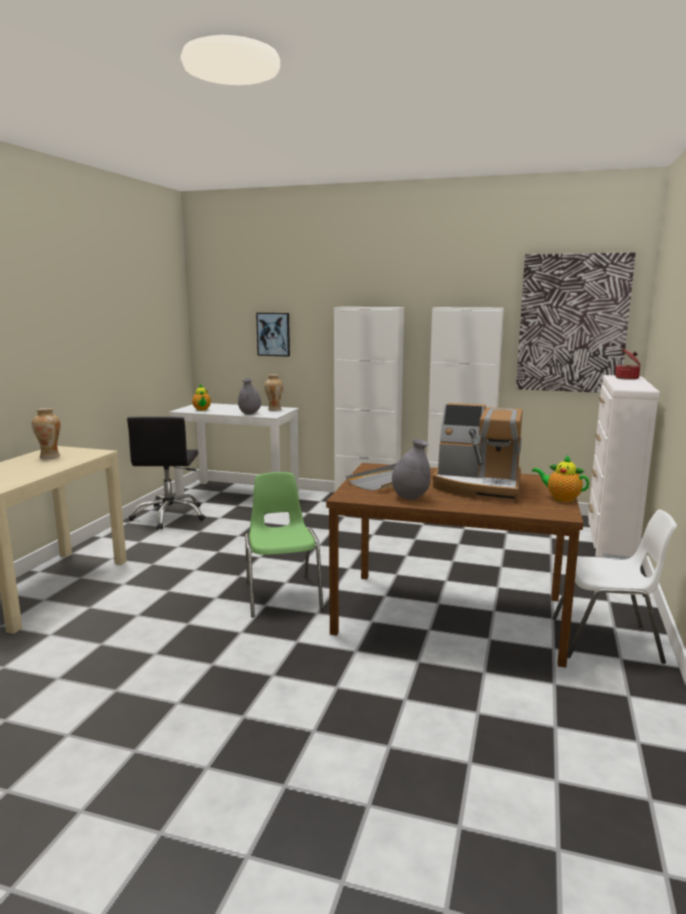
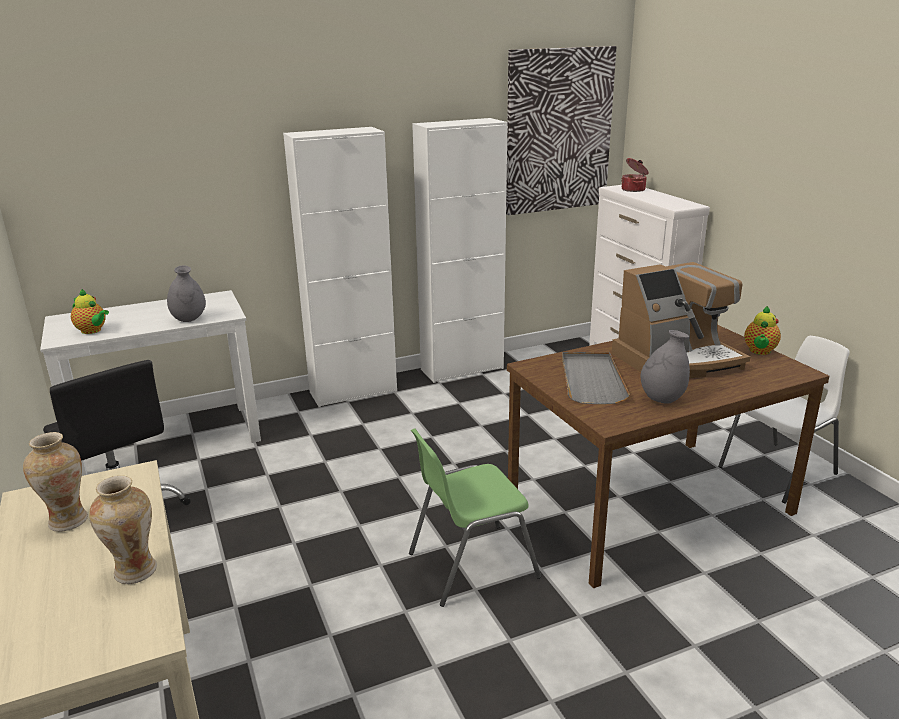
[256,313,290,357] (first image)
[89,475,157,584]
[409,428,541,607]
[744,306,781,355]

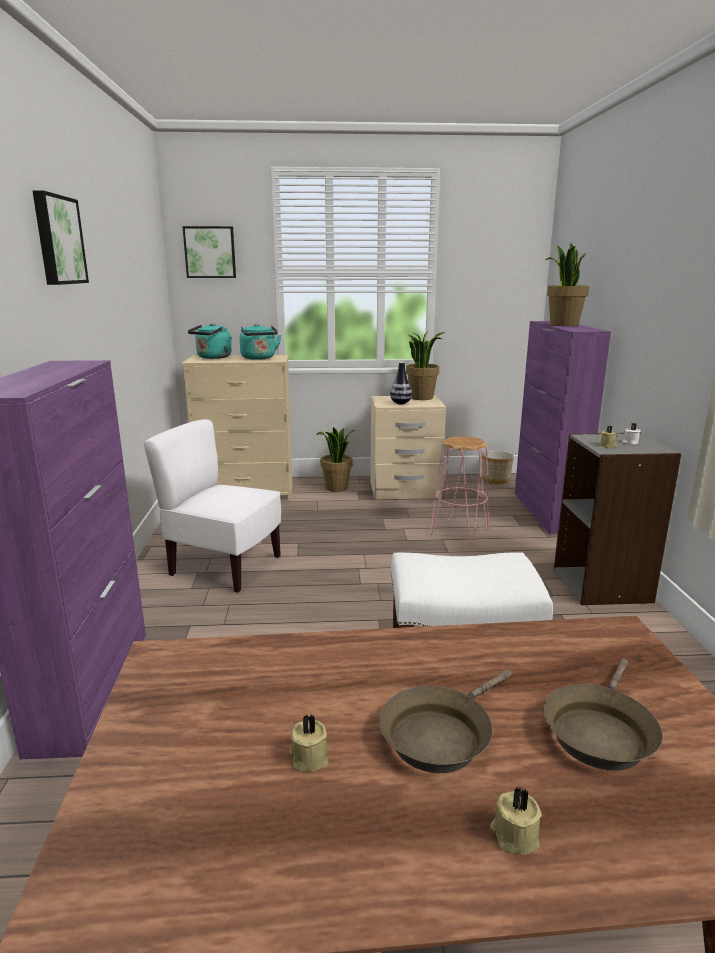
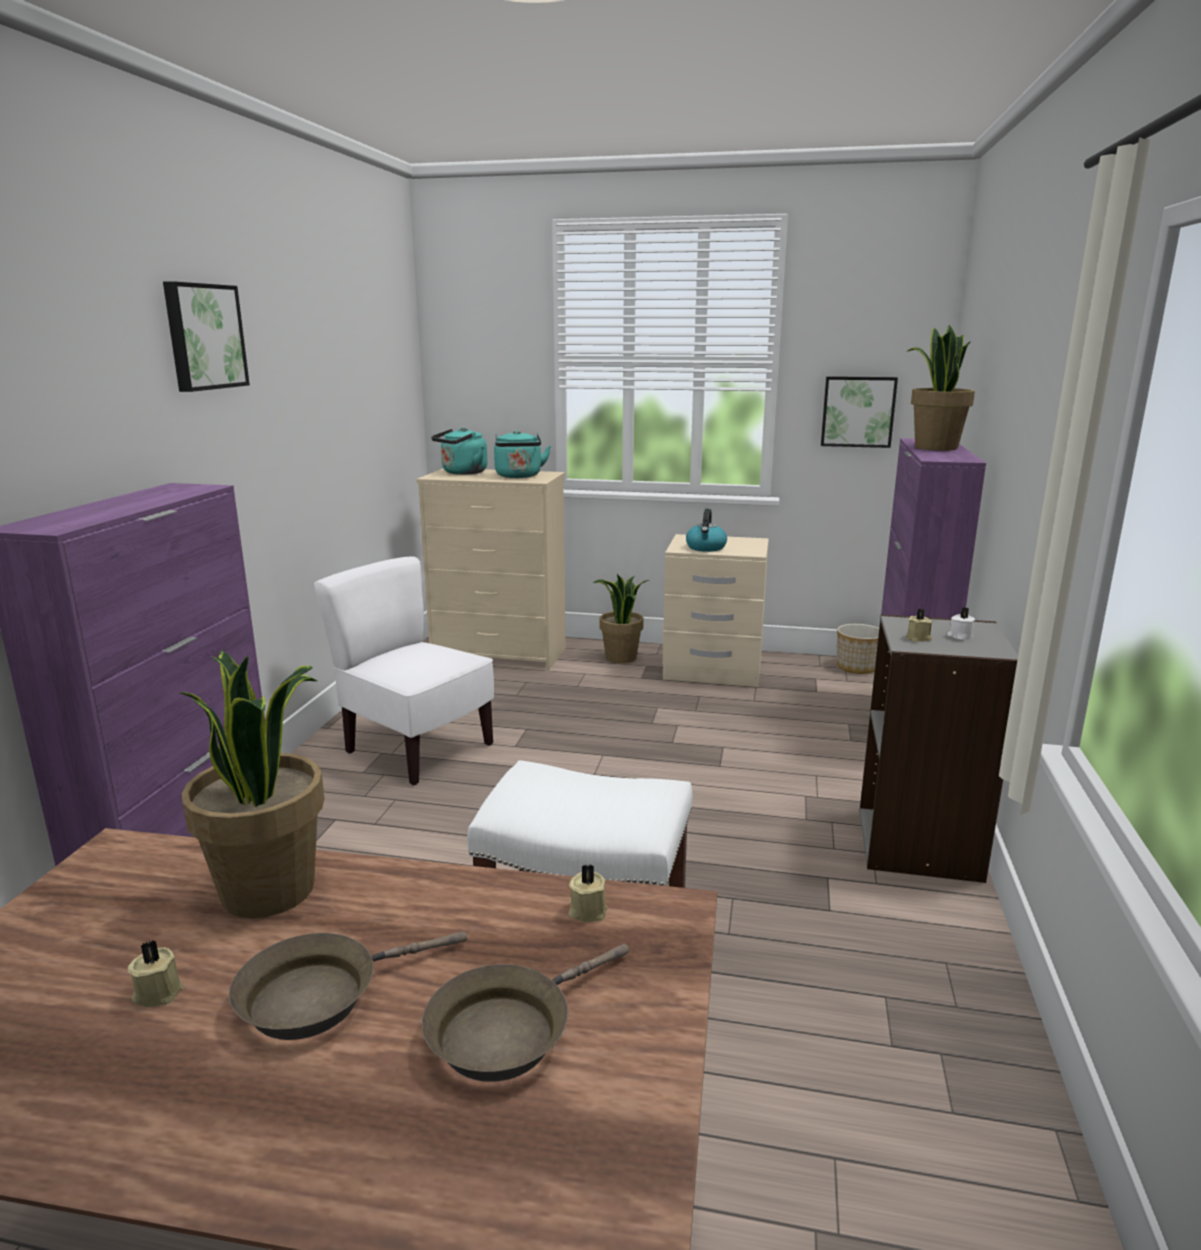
[430,436,489,544] (first image)
[821,376,898,448]
[180,650,325,918]
[568,864,607,922]
[686,509,727,552]

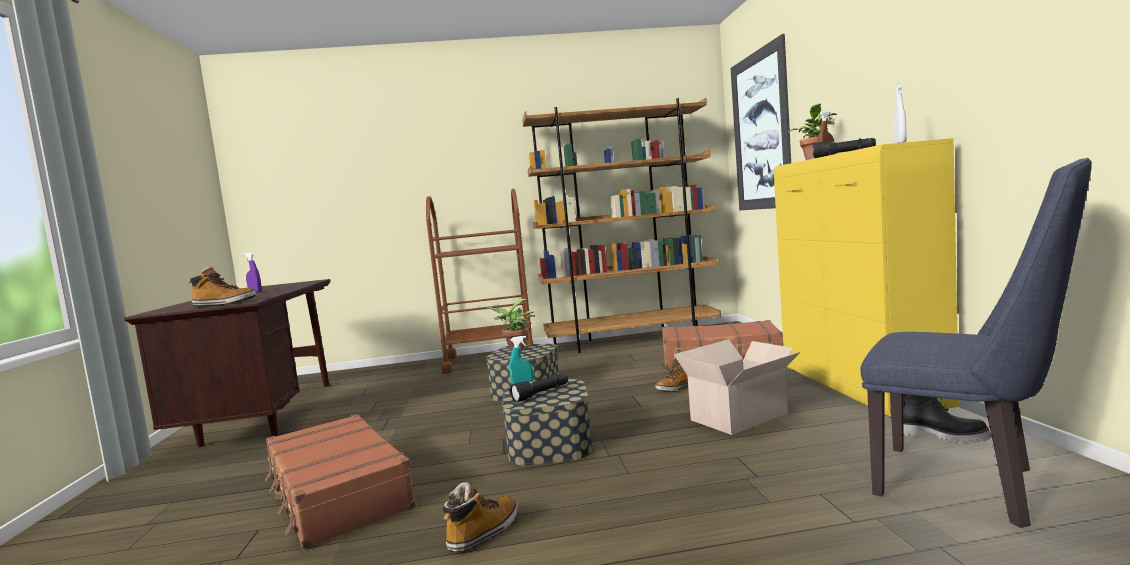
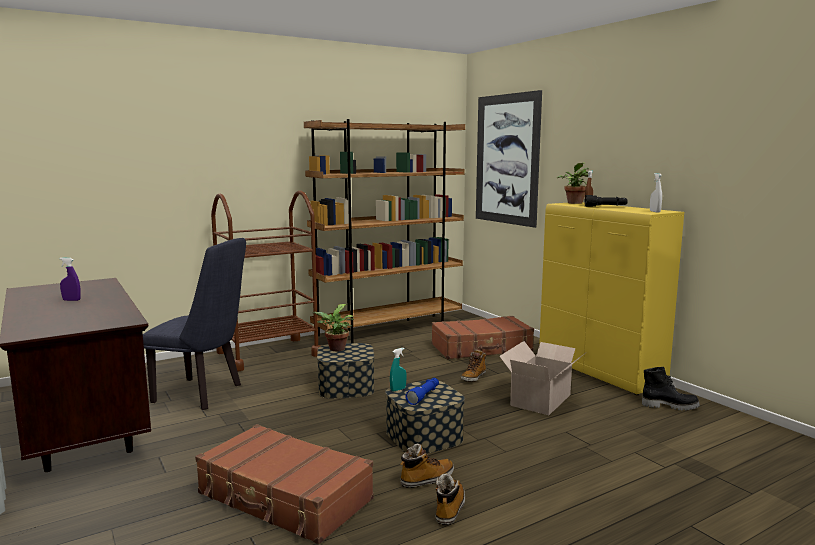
[400,444,454,488]
[143,238,246,410]
[405,378,439,405]

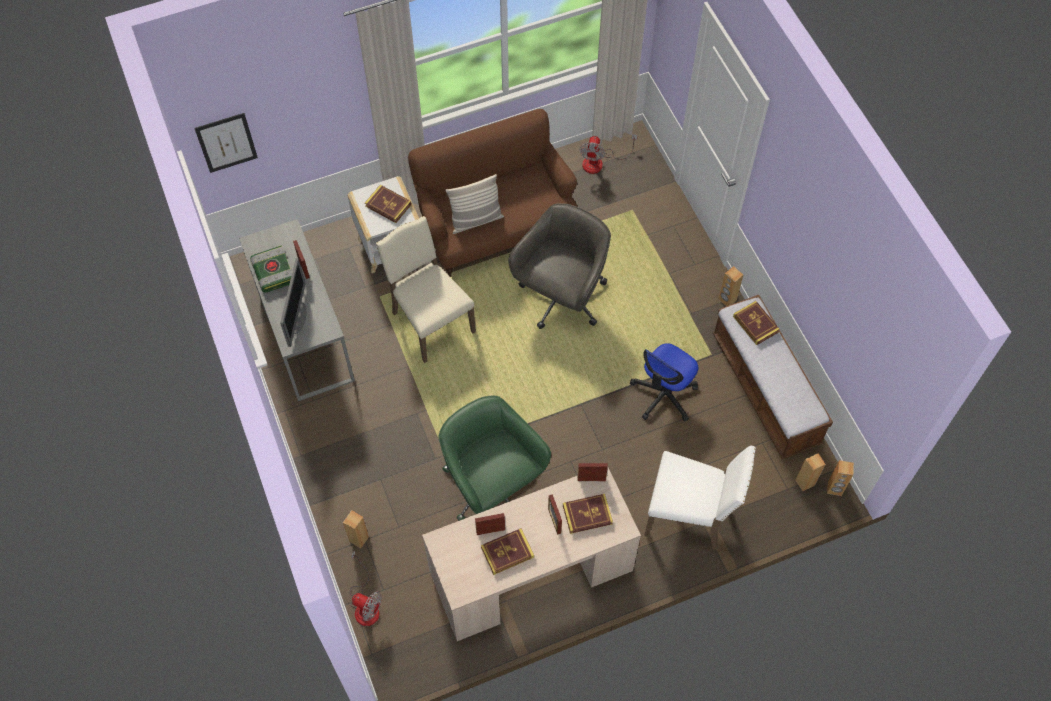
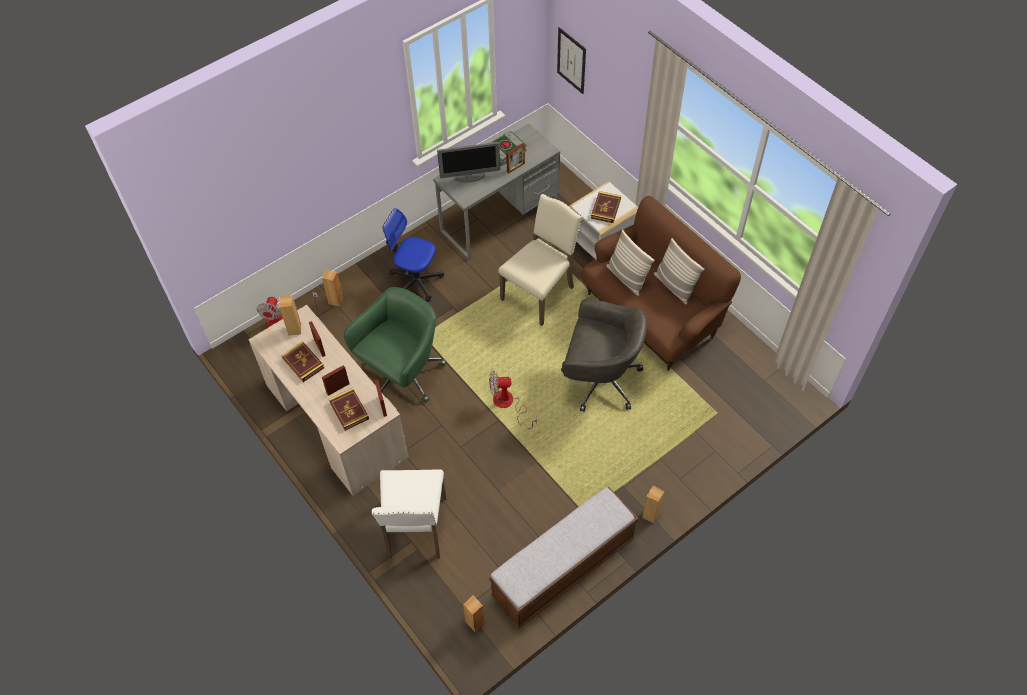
[733,301,780,345] (first image)
[654,238,704,305]
[489,370,537,429]
[382,208,444,302]
[279,295,301,335]

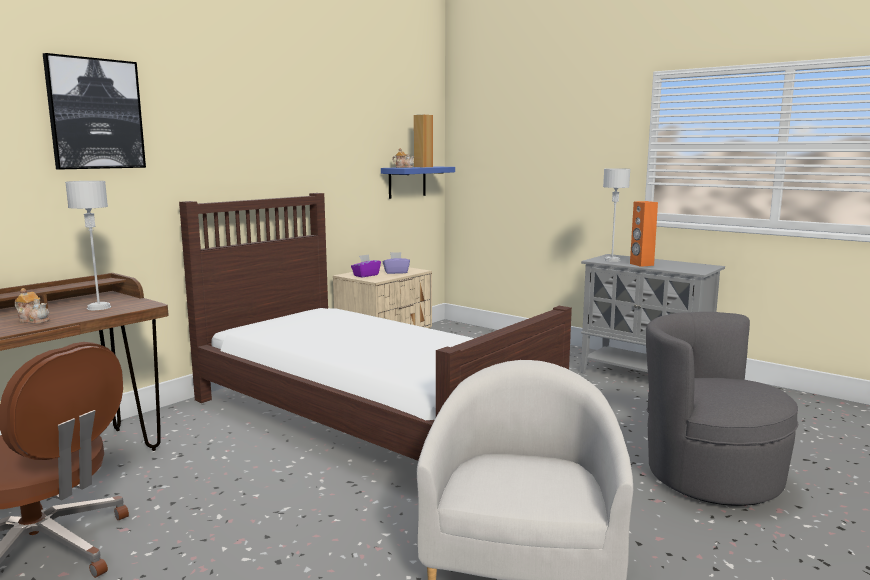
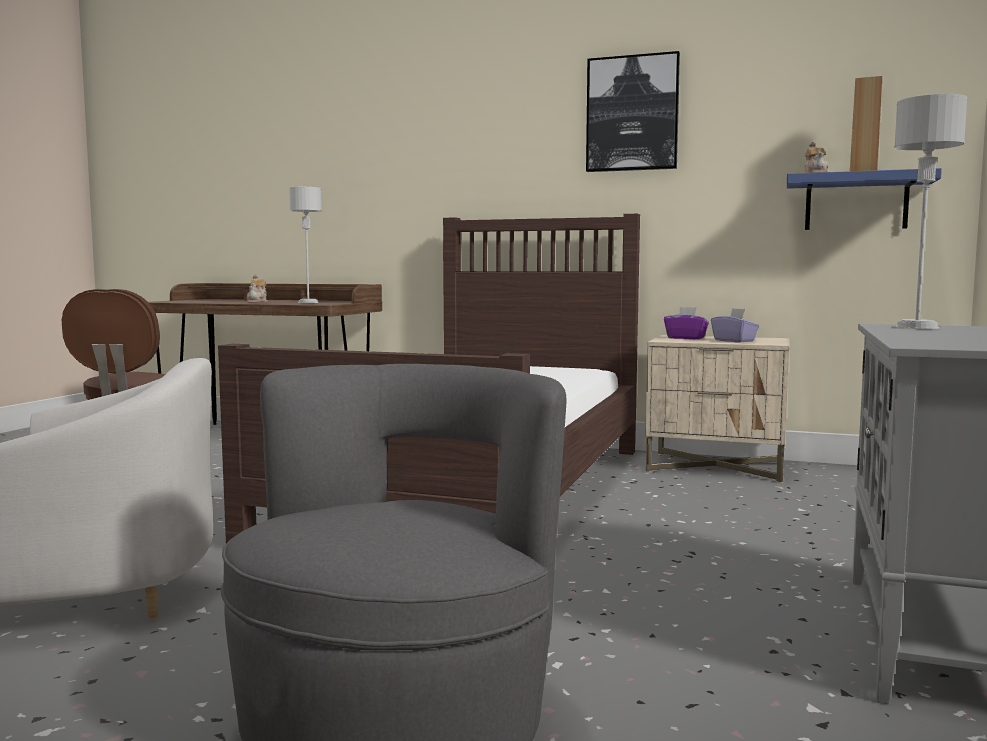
[630,201,658,267] (first image)
[586,51,680,172]

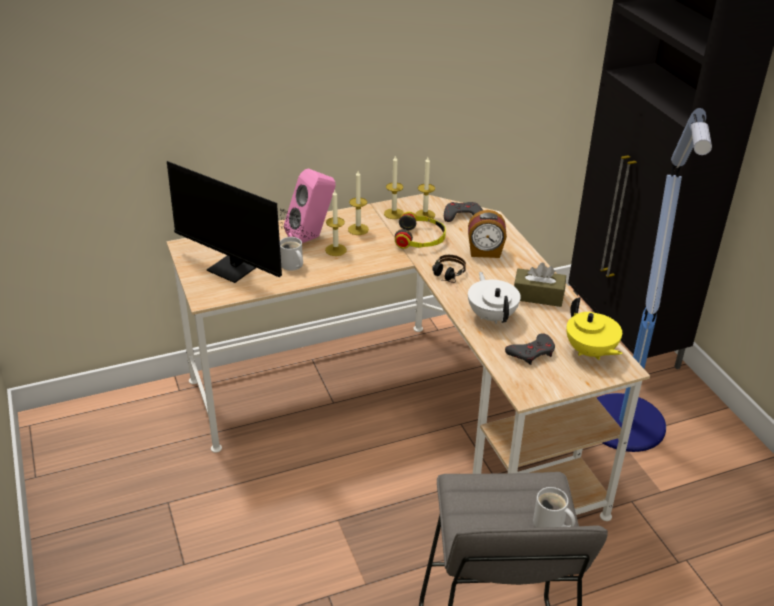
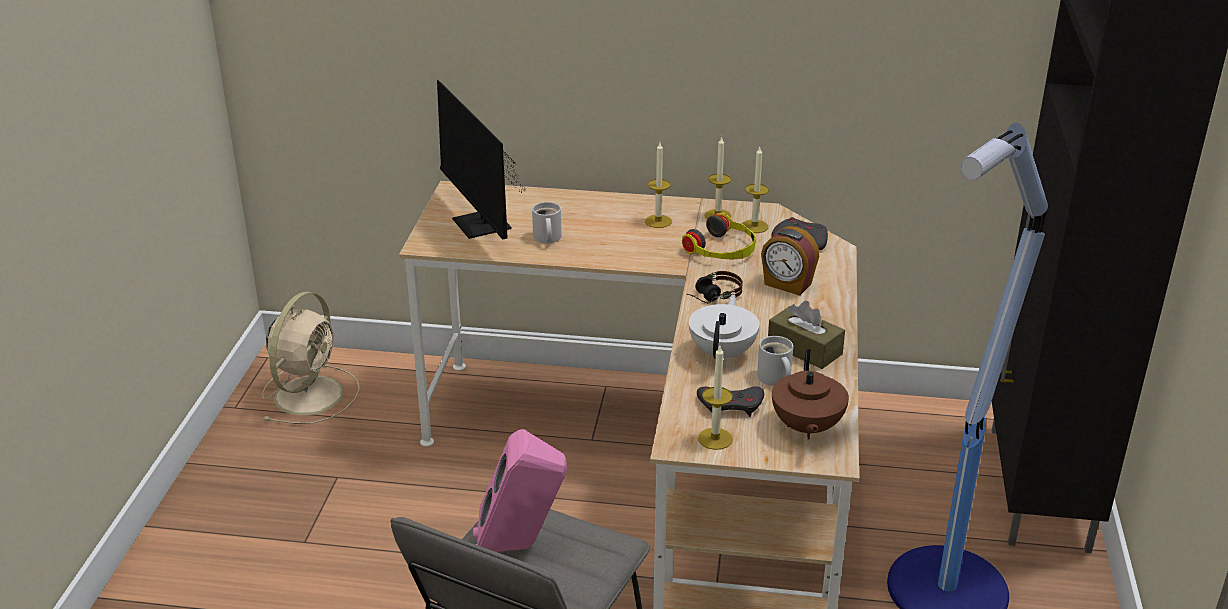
[262,291,360,424]
[473,429,567,552]
[698,346,733,450]
[757,336,793,386]
[772,349,849,439]

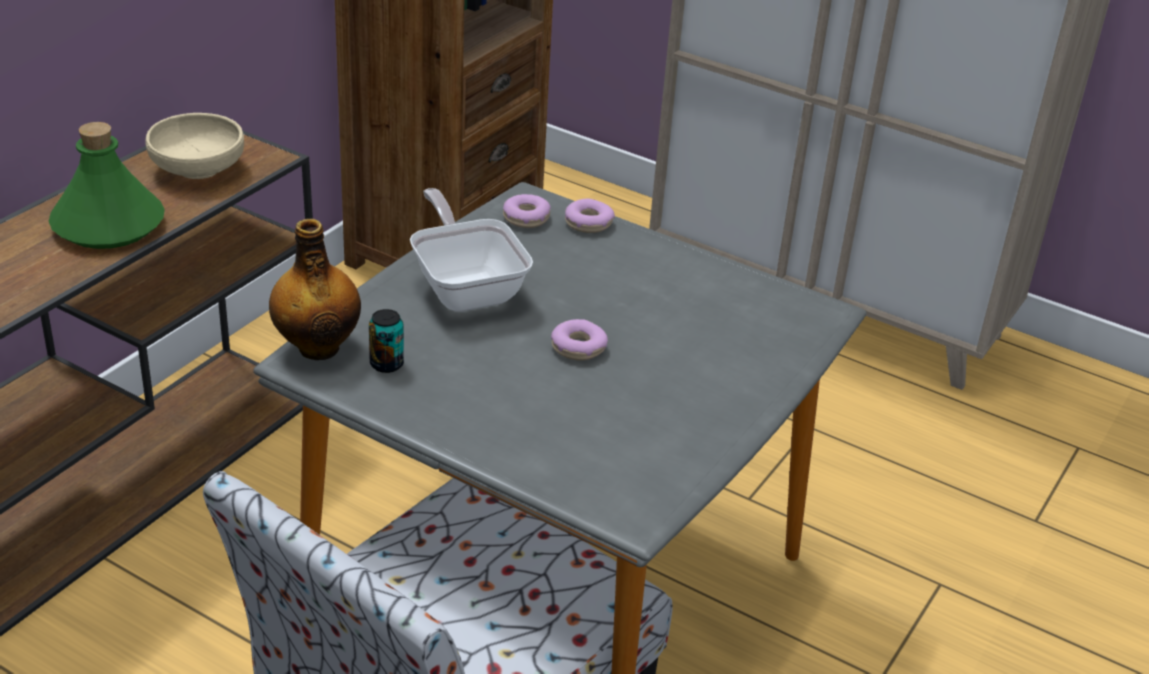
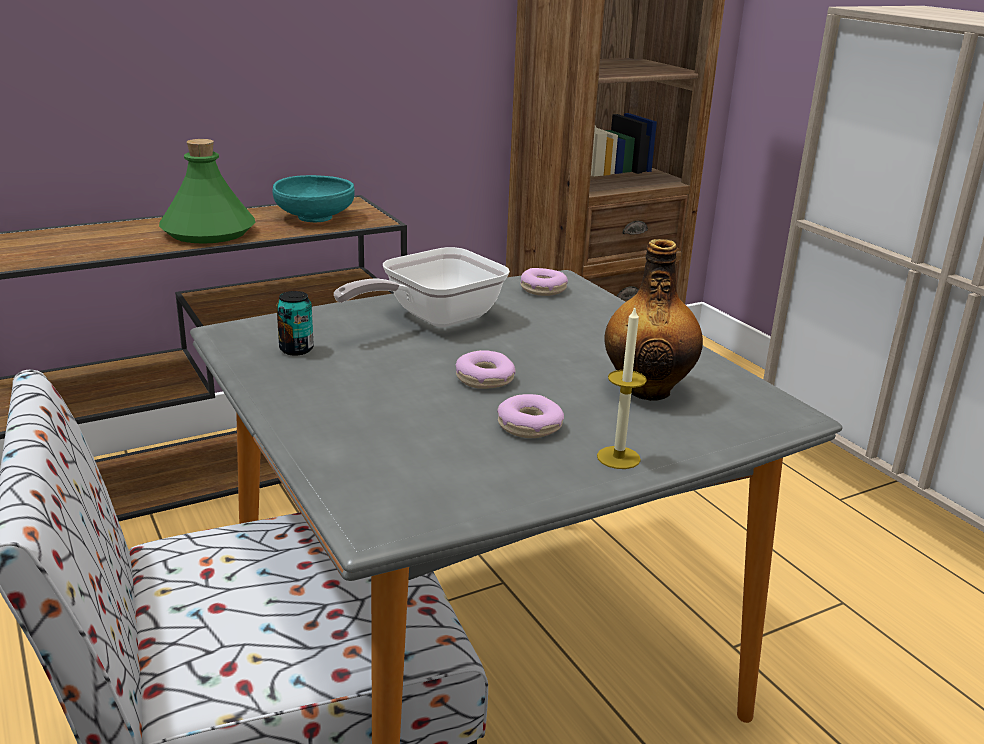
[597,308,647,469]
[604,239,703,401]
[497,394,564,438]
[273,175,355,223]
[334,247,510,327]

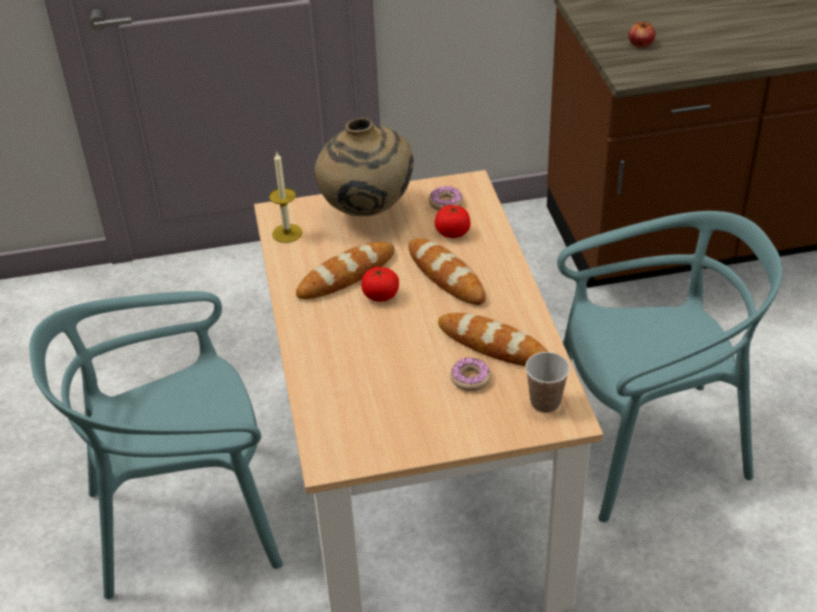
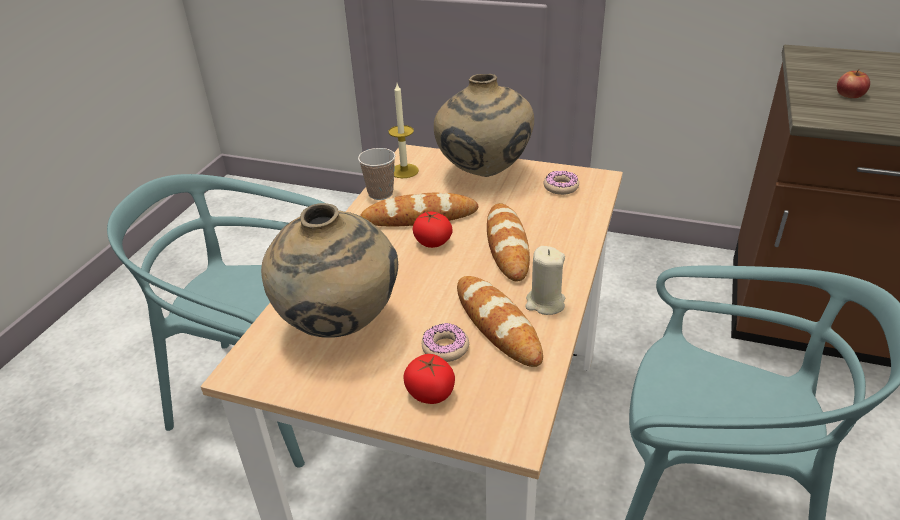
[261,203,398,338]
[525,246,565,315]
[403,354,455,404]
[358,148,395,200]

